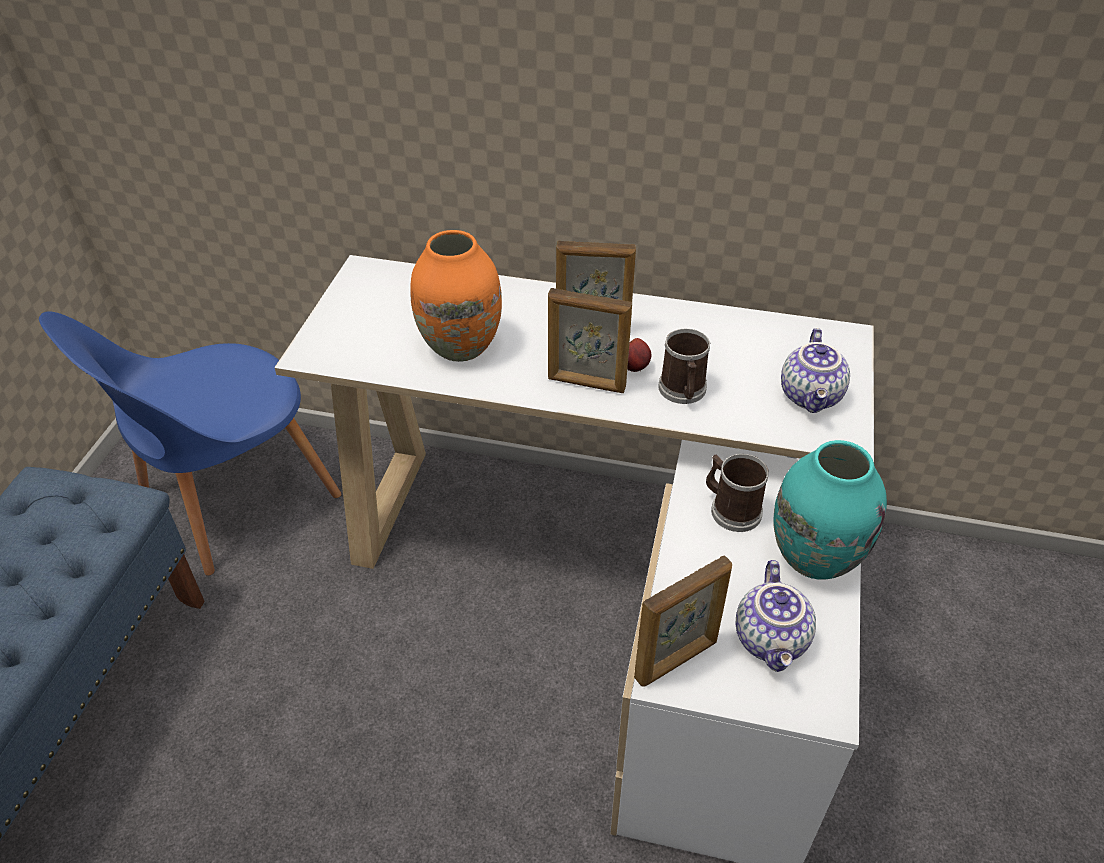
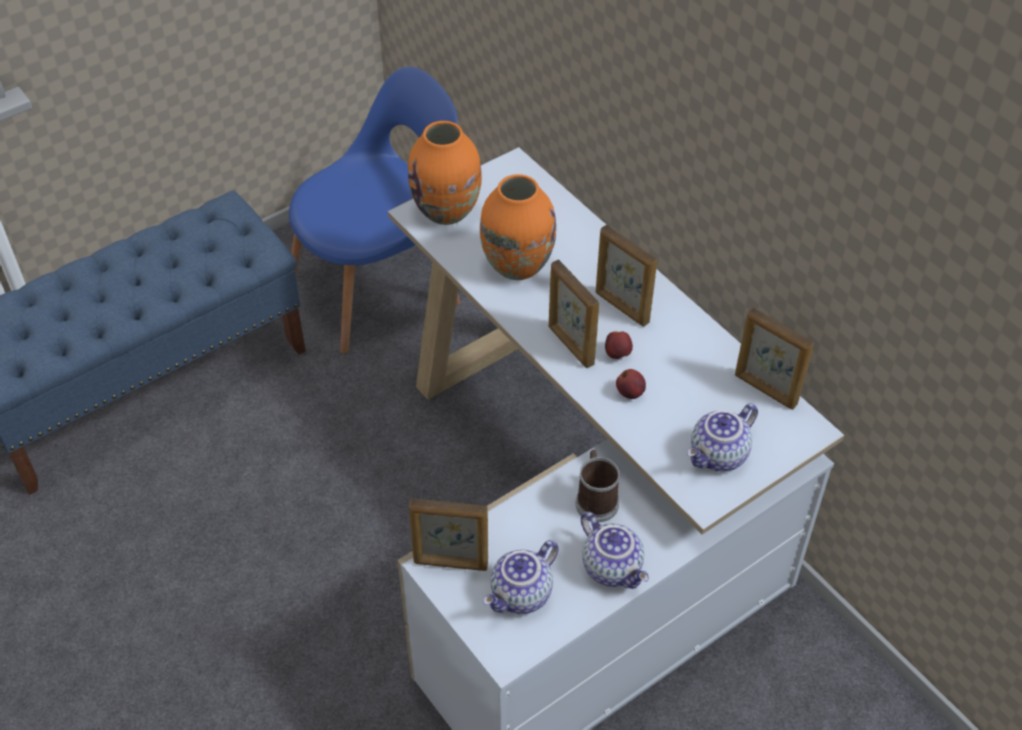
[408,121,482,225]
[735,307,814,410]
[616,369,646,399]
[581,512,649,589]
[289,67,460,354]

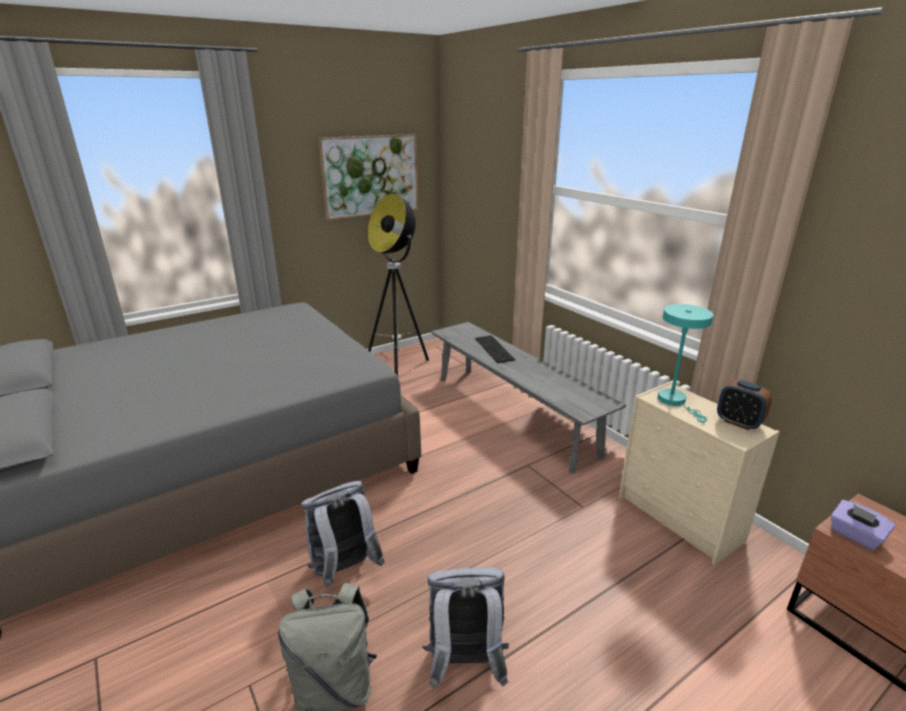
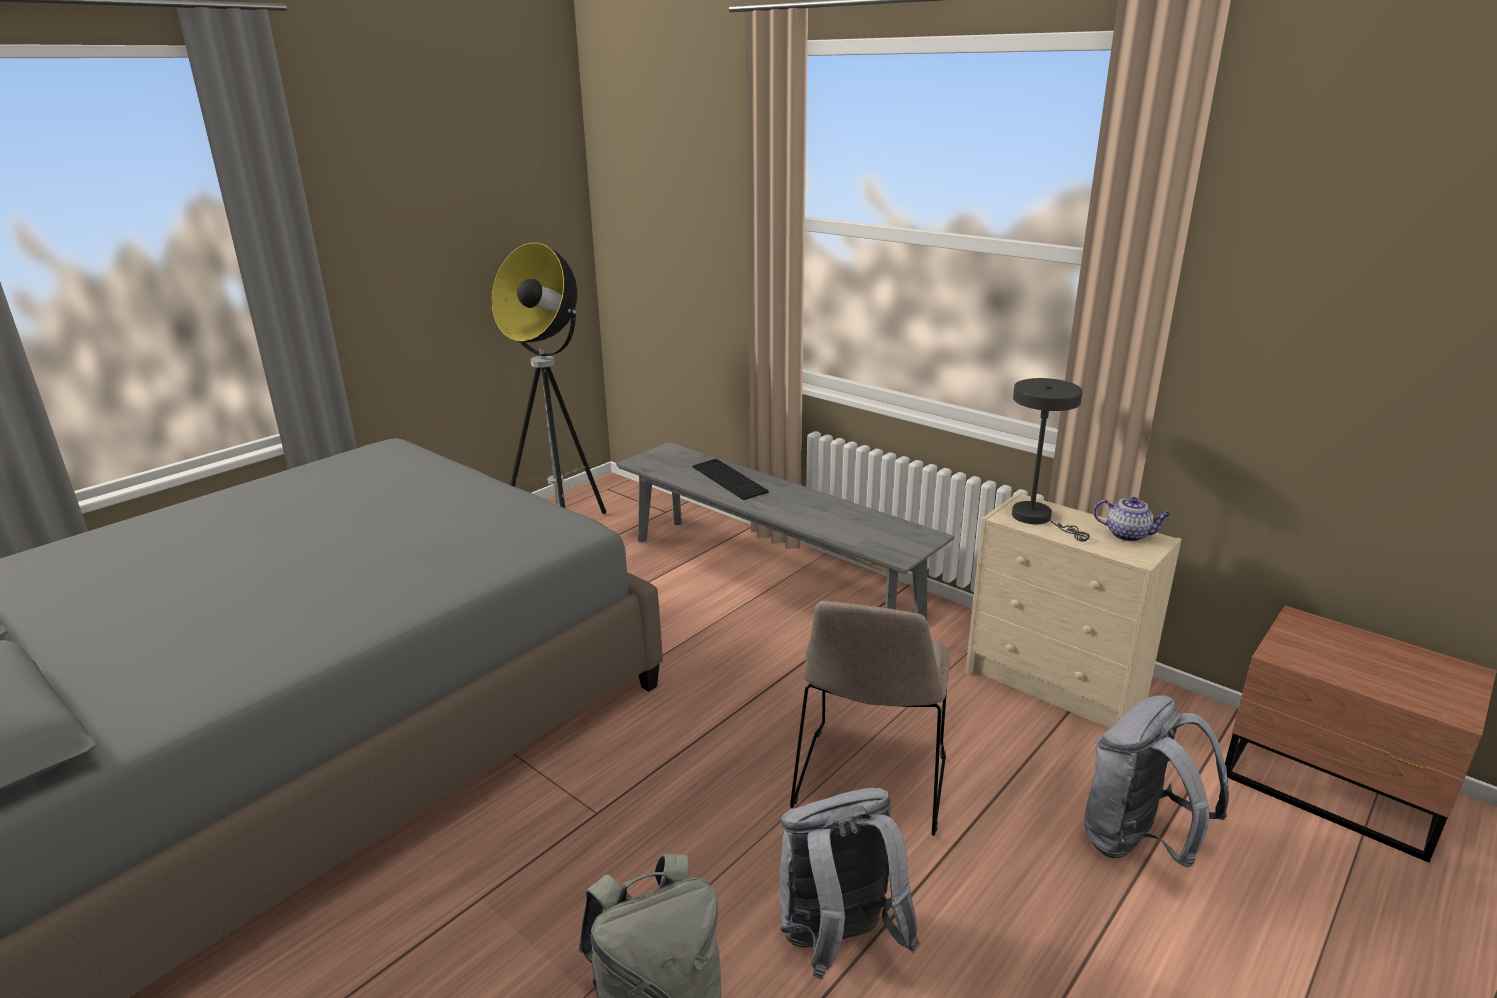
[318,134,419,220] (first image)
[831,500,896,550] (first image)
[790,601,950,836]
[1084,696,1229,867]
[1093,497,1171,542]
[1012,378,1090,542]

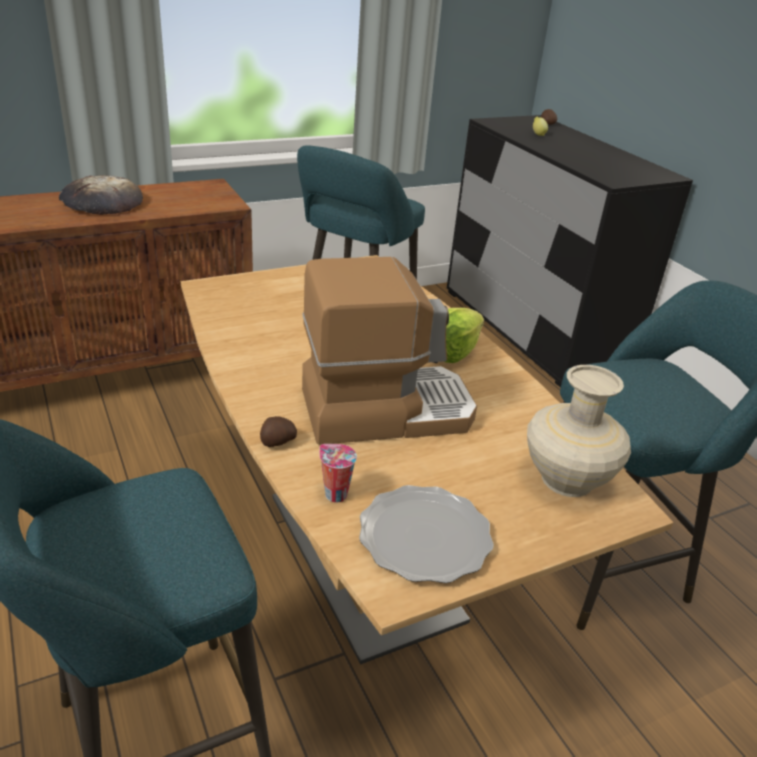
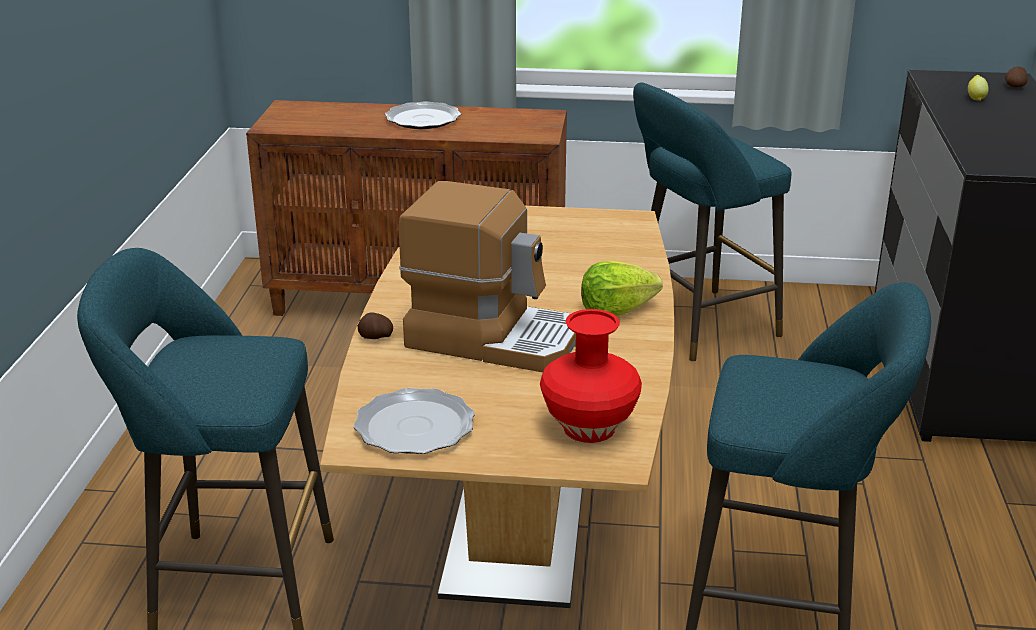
[319,444,357,502] (first image)
[385,101,461,129]
[540,309,642,443]

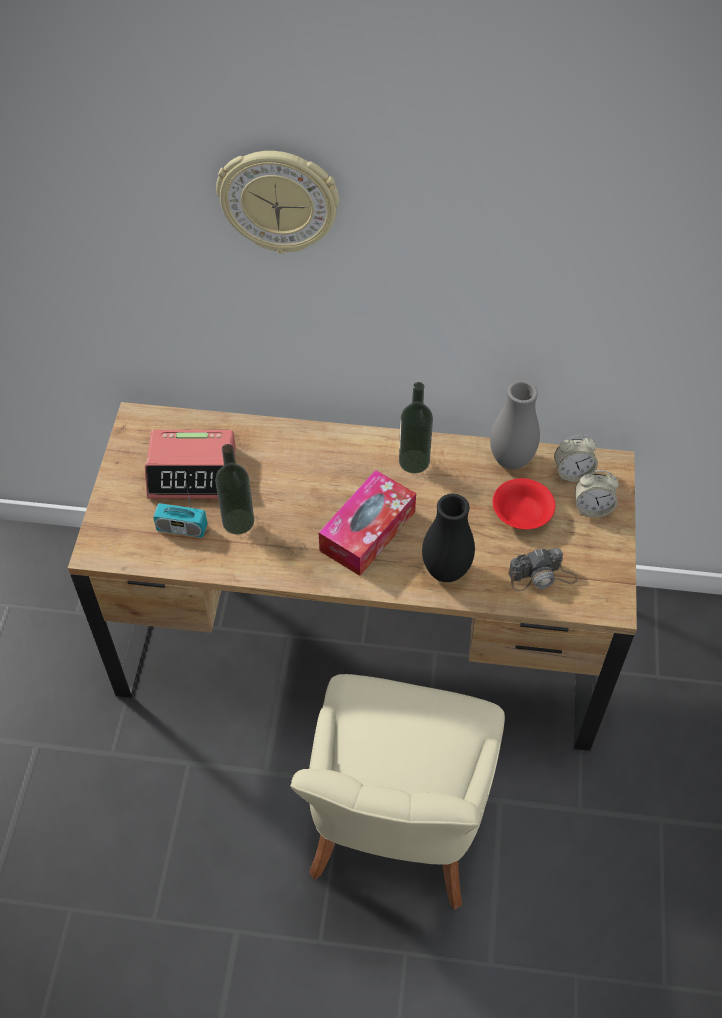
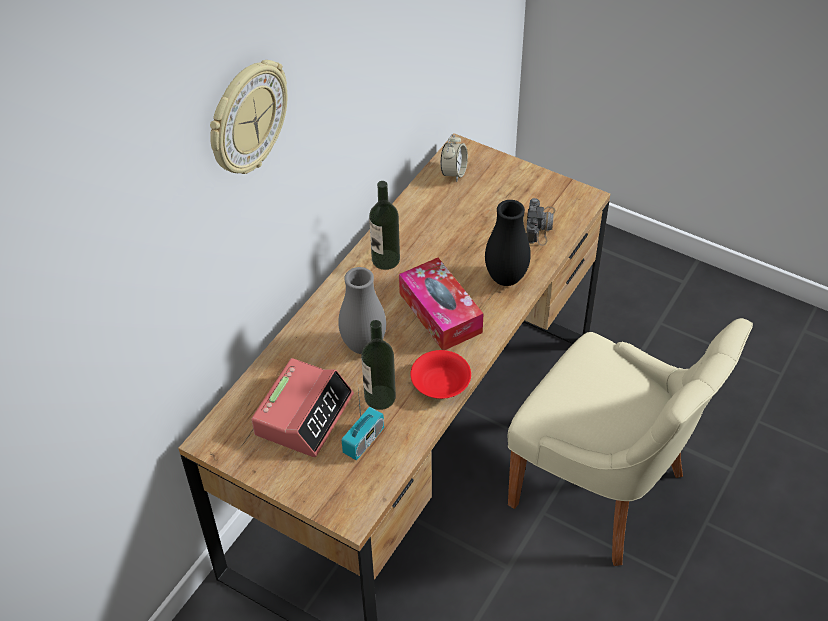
[575,471,619,517] (first image)
[338,267,386,354]
[410,350,471,399]

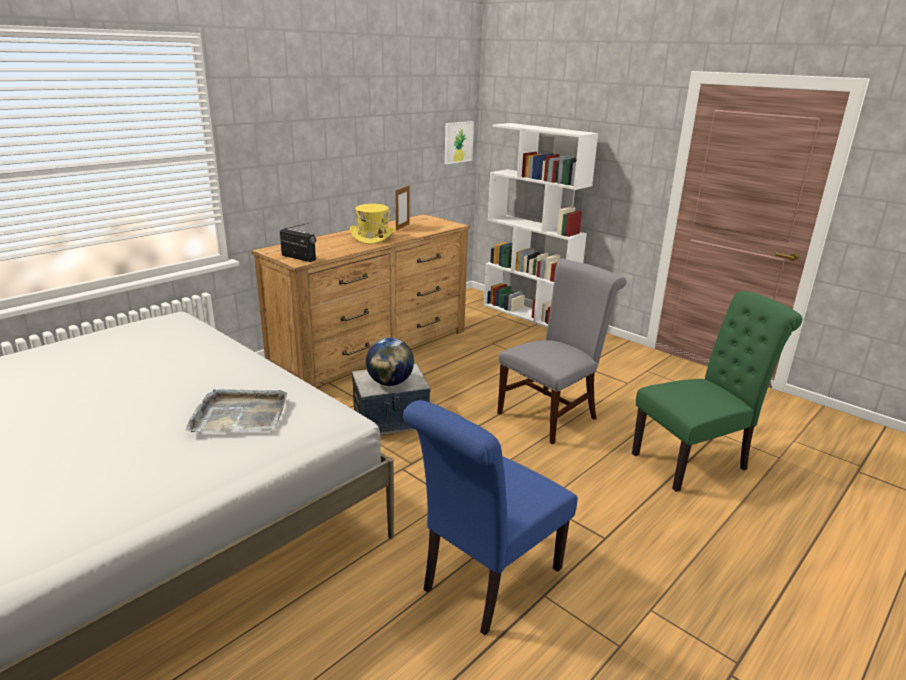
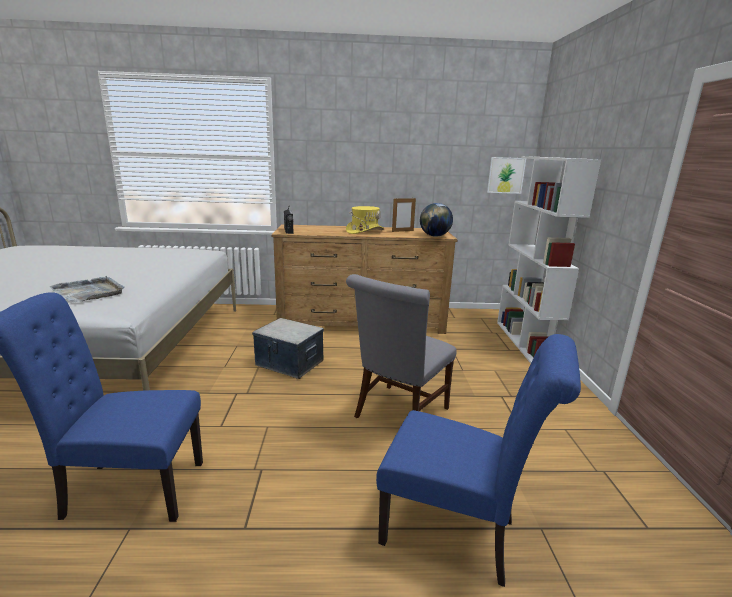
[420,203,453,237]
[376,334,581,587]
[346,274,457,418]

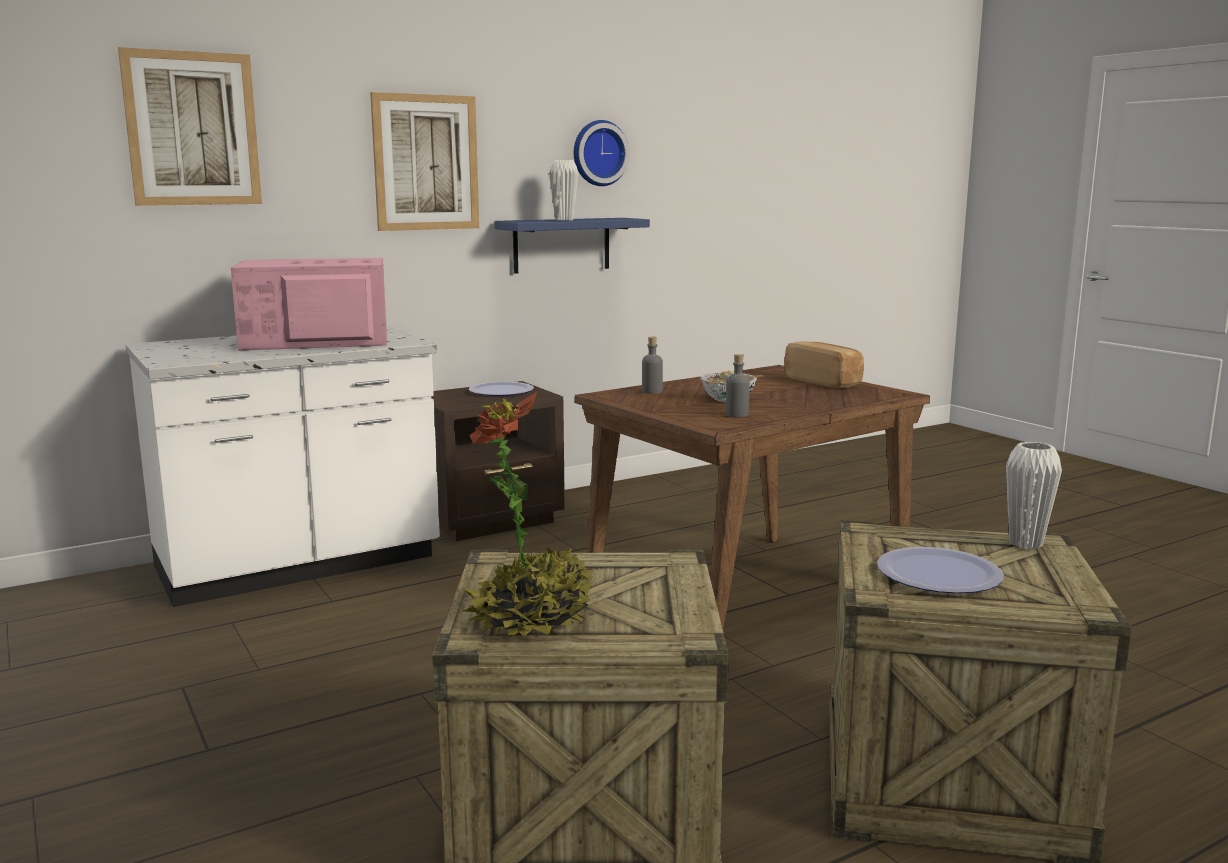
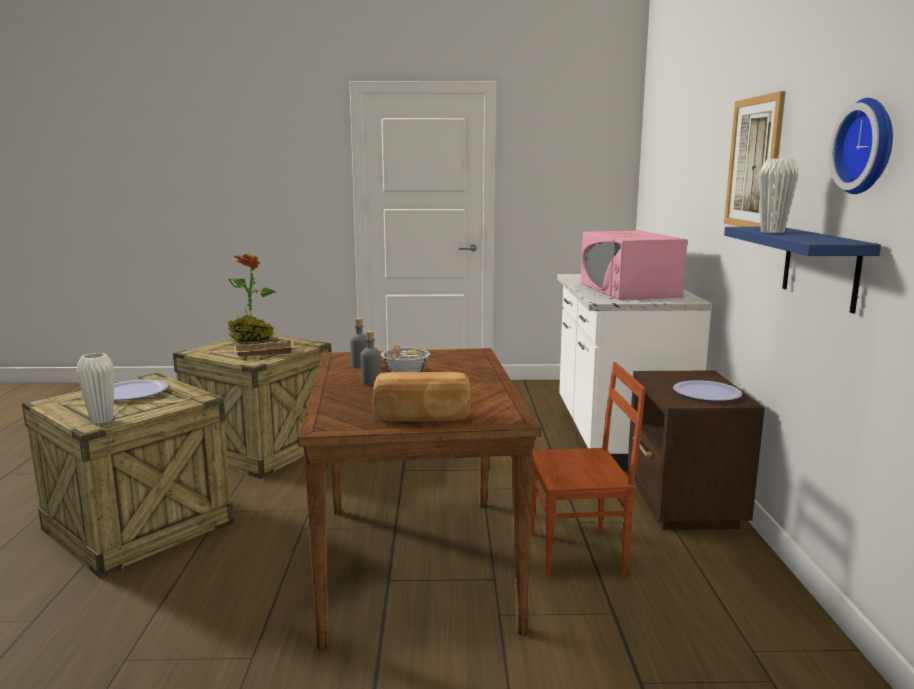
[118,47,262,206] (first image)
[234,339,294,357]
[530,362,646,579]
[361,331,381,386]
[581,231,688,300]

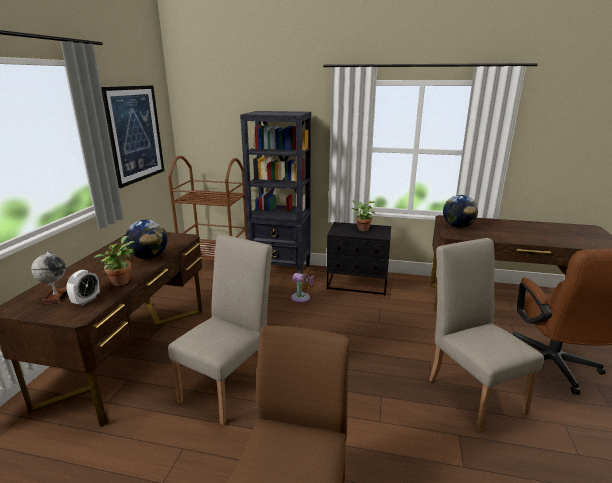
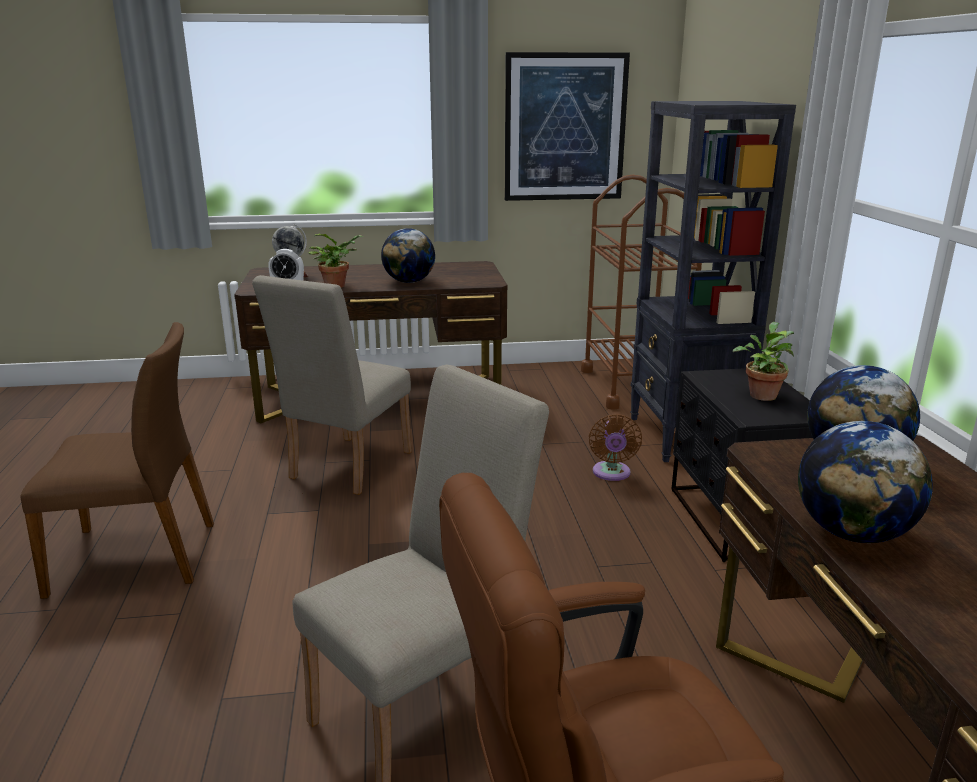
[798,421,933,543]
[252,275,412,495]

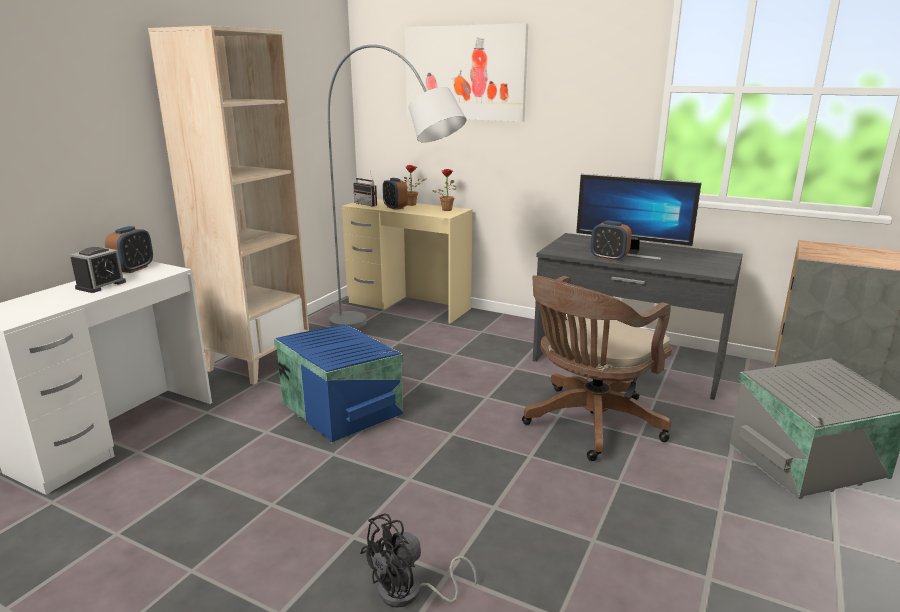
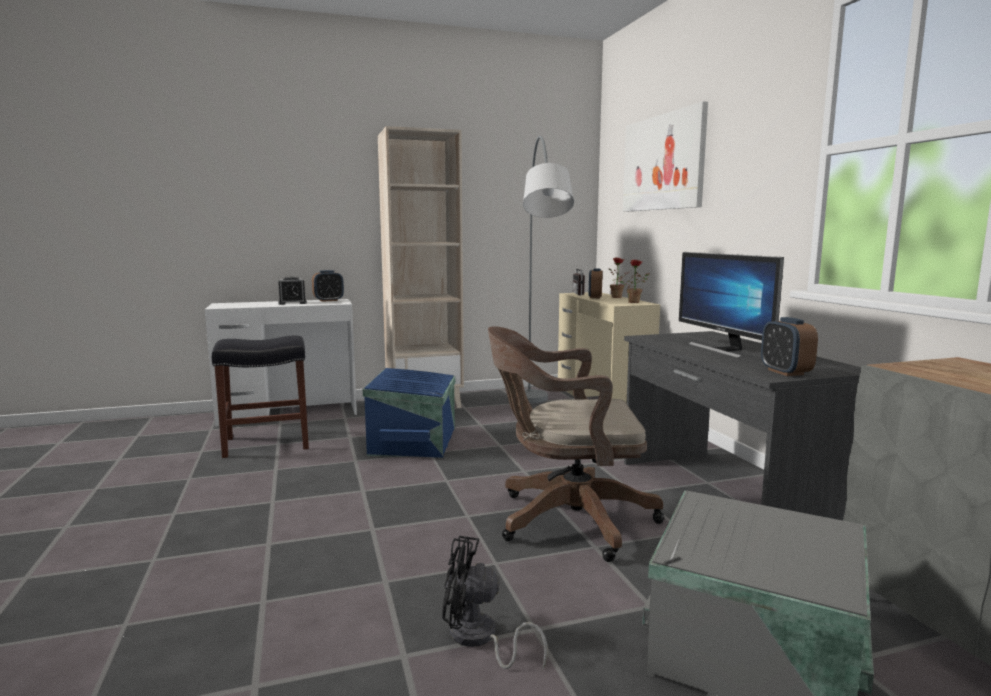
[212,336,309,458]
[442,536,548,669]
[761,317,818,376]

